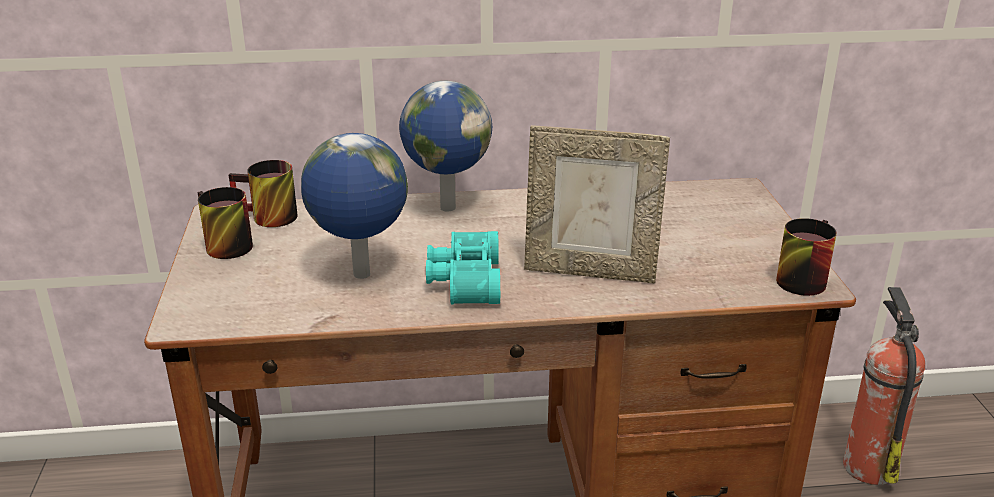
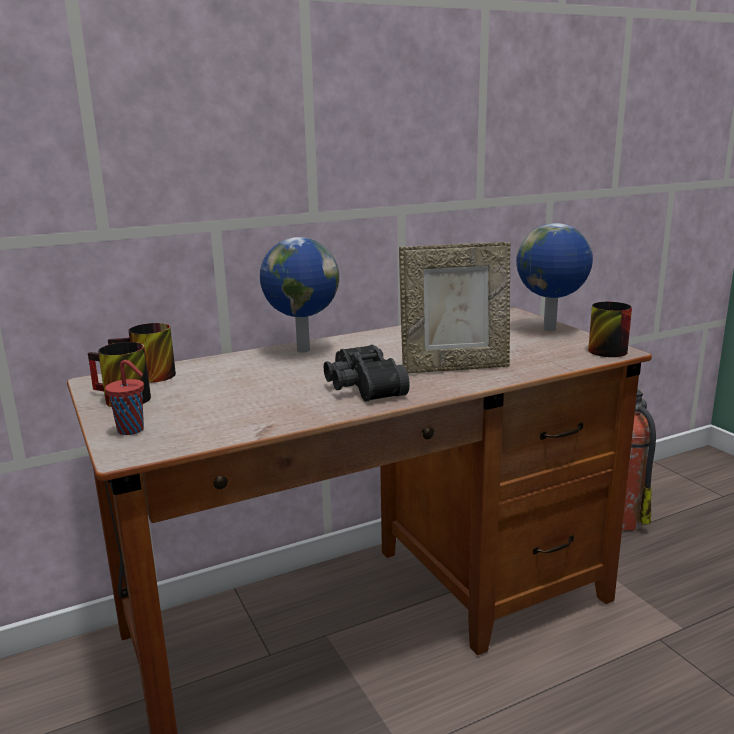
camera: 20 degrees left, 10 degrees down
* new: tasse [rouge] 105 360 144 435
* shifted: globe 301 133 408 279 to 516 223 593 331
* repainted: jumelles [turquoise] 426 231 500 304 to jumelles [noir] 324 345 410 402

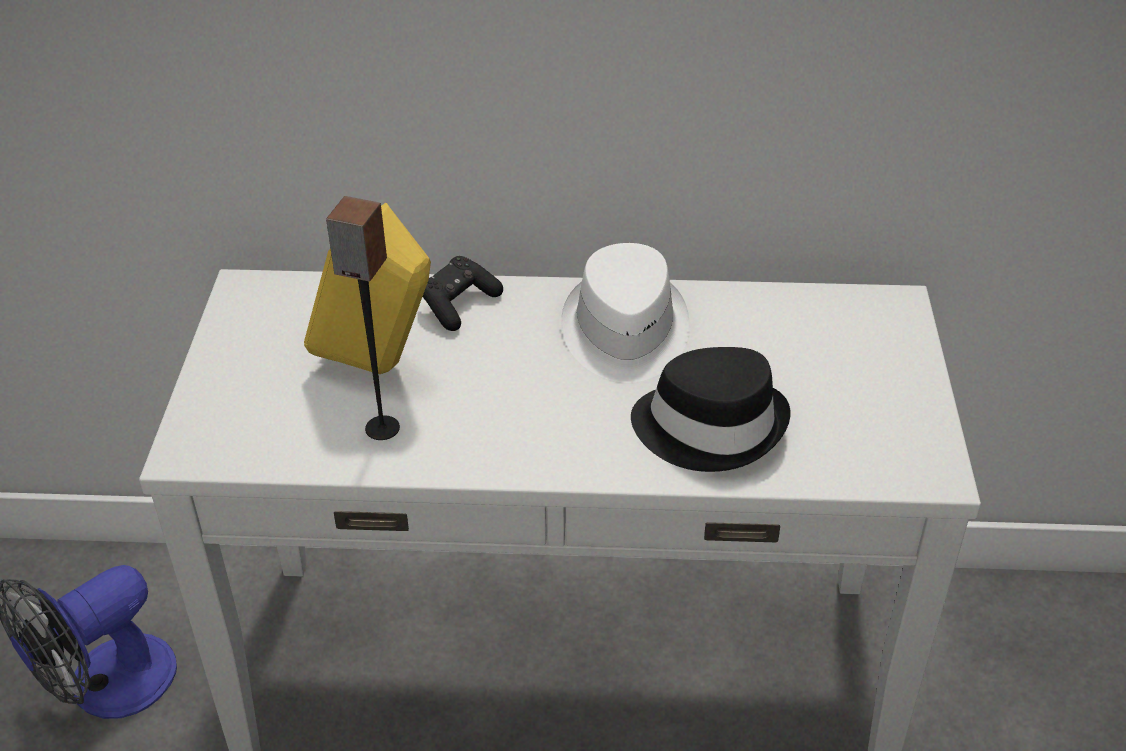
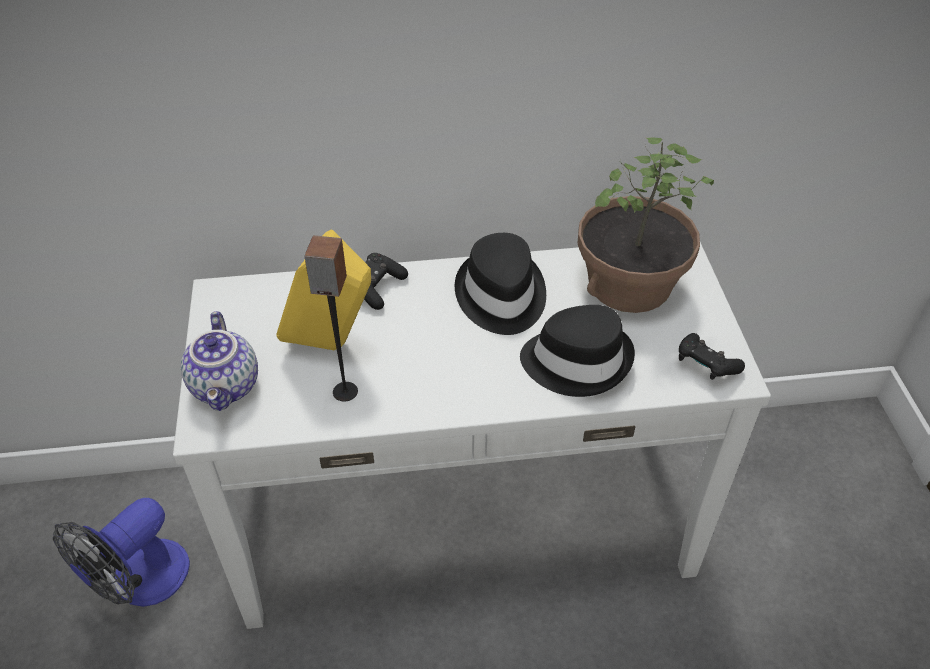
camera: 10 degrees left, 5 degrees up
* new: théière 181 311 258 411
* new: plante en pot 578 137 714 313
* new: manette [noir] 679 333 745 380
* repainted: chapeau [blanc] 561 243 689 383 to chapeau [noir] 455 233 546 335

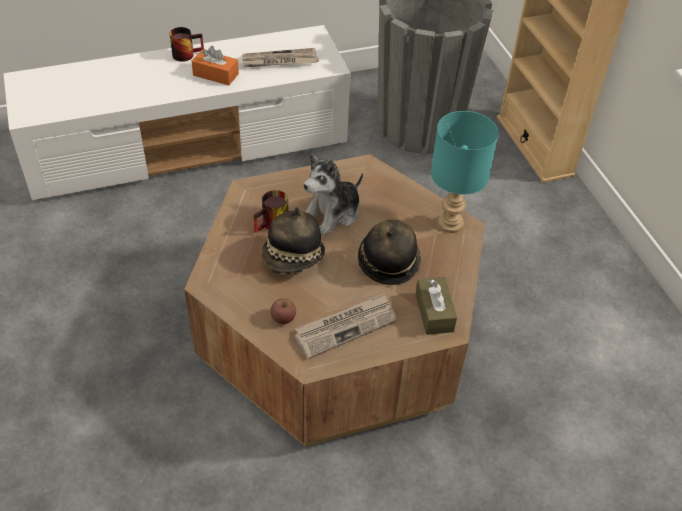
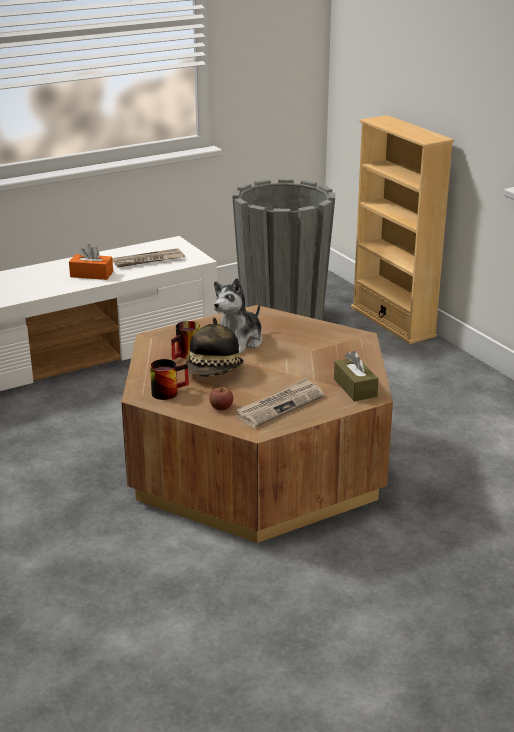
camera: 10 degrees left, 20 degrees down
* gone: chapeau 358 219 421 285
* gone: lampe de table [turquoise] 431 111 499 233
* shifted: mug 170 27 204 62 to 150 359 189 400

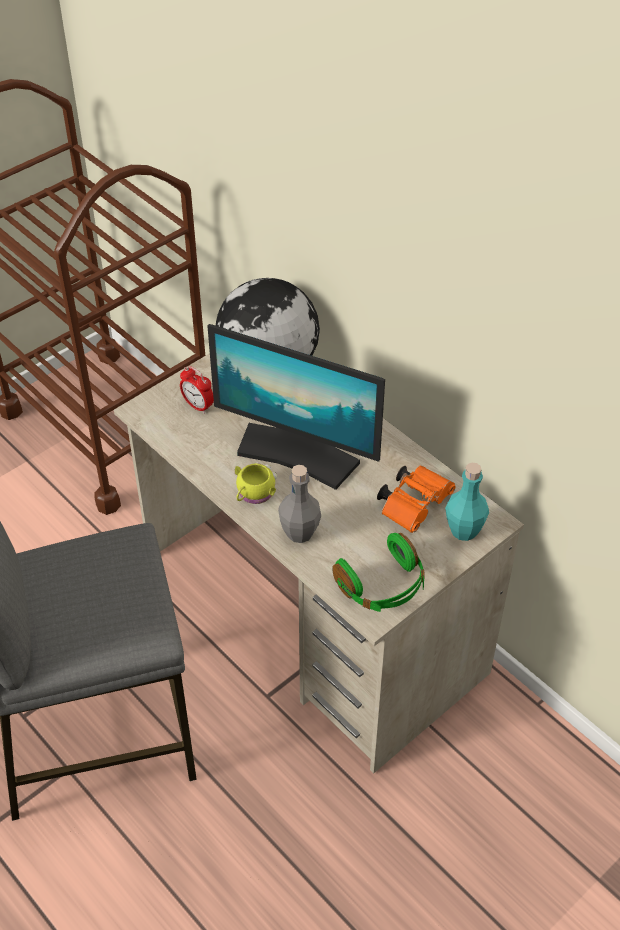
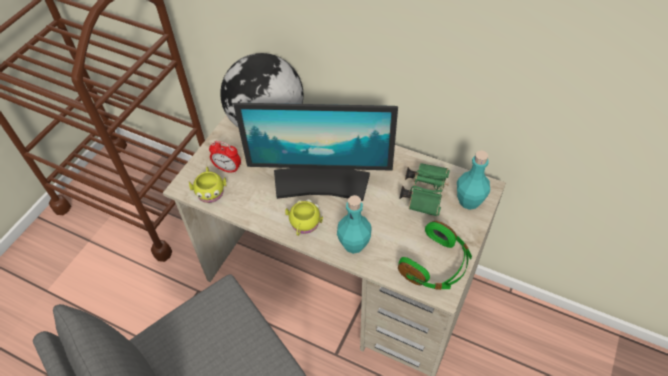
camera: 20 degrees left, 5 degrees up
* new: mug [jaune] 189 166 227 203
* repainted: bouteille [gris] 278 465 321 543 to bouteille [turquoise] 337 195 372 254
* repainted: jumelles [orange] 377 465 456 533 to jumelles [vert] 399 163 450 217

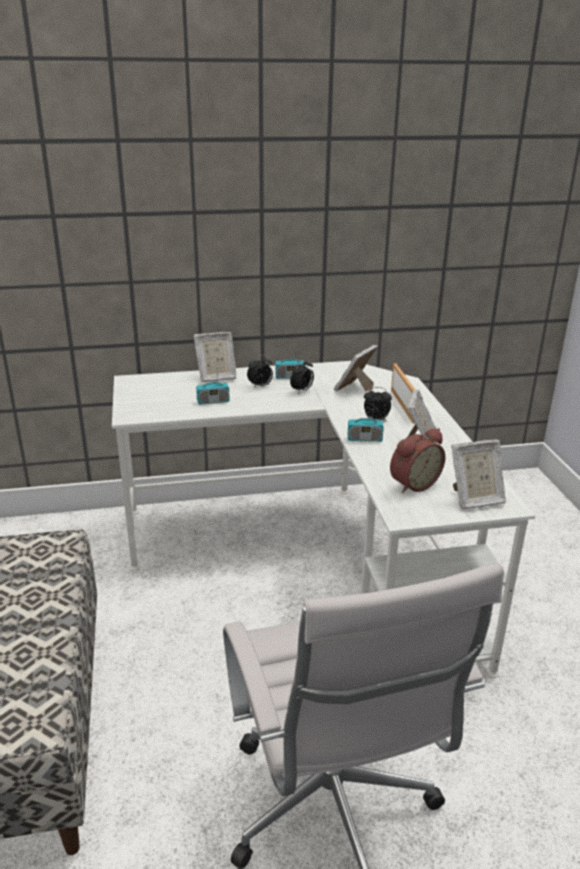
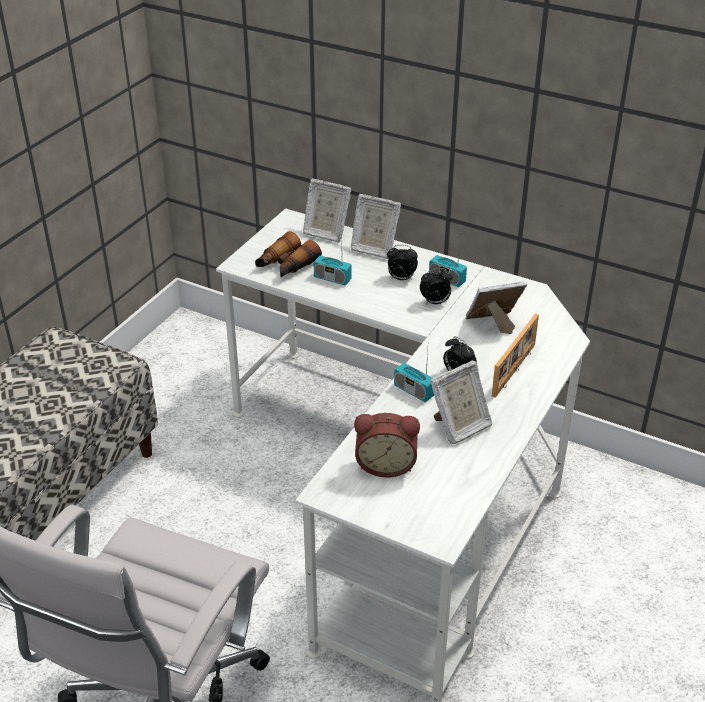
camera: 40 degrees right, 10 degrees up
* new: jumelles 255 231 322 277
* shifted: cadre photo 451 439 506 509 to 303 178 351 243

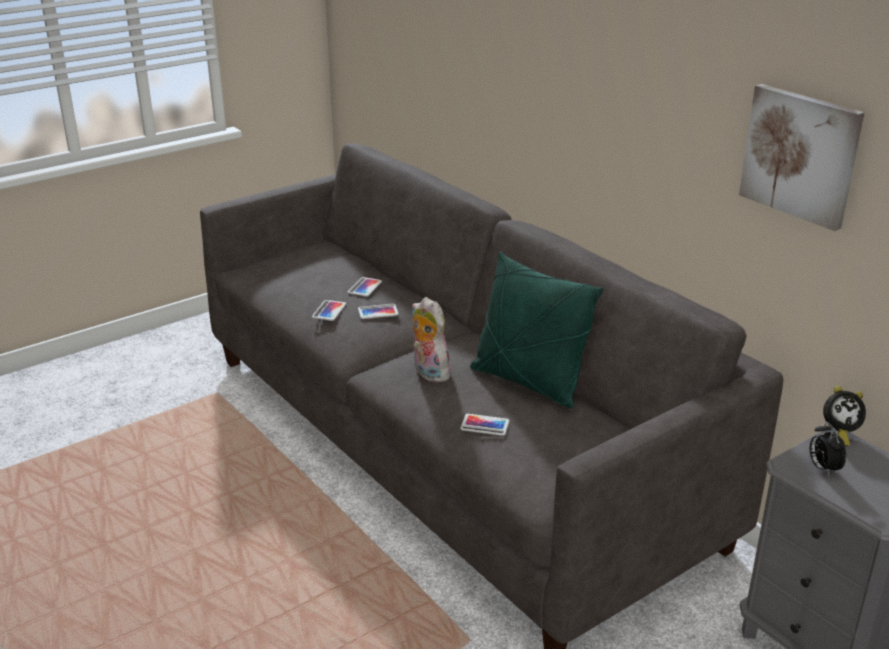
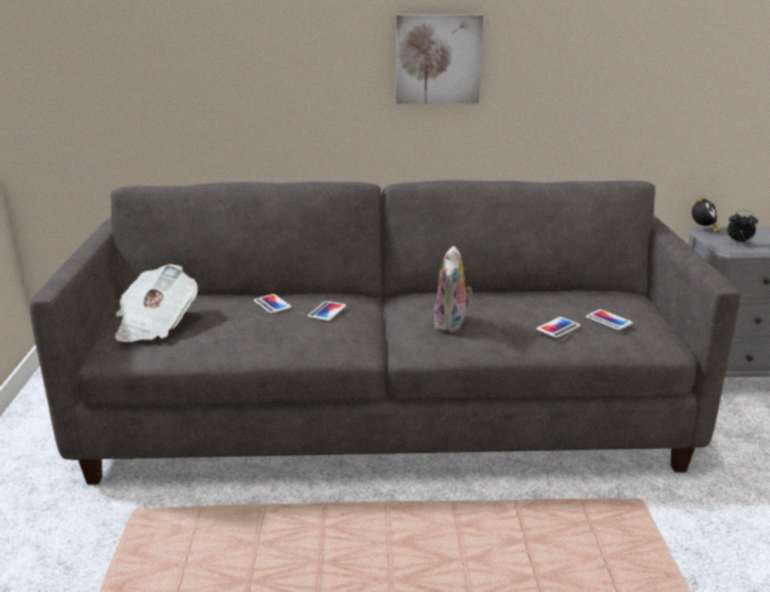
camera: 55 degrees left, 5 degrees down
* gone: coussin [vert] 470 251 604 408
* new: journal 115 264 198 342
* shifted: téléphone 312 300 346 321 to 586 309 633 330
* shifted: tableau 739 84 865 231 to 396 15 483 104
* rotated: peluche 412 297 454 382 = 434 246 472 332 75 degrees counterclockwise

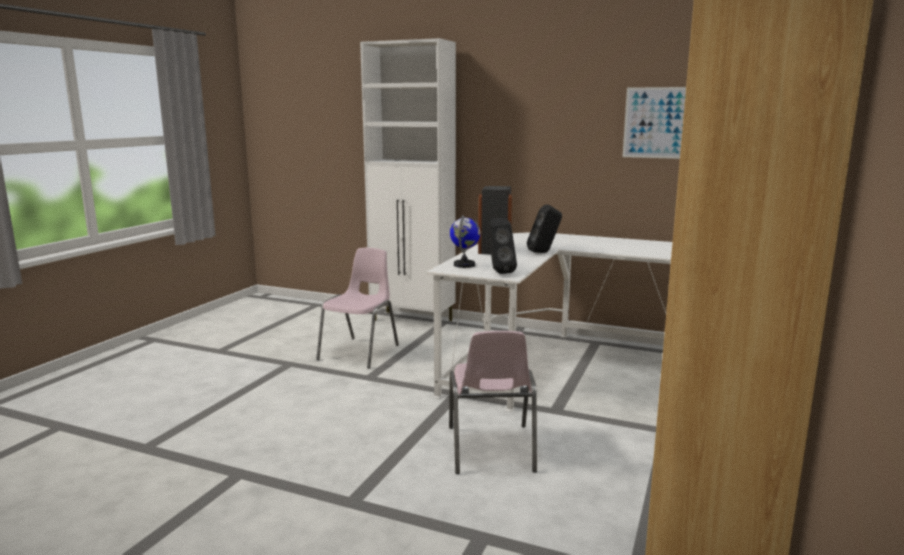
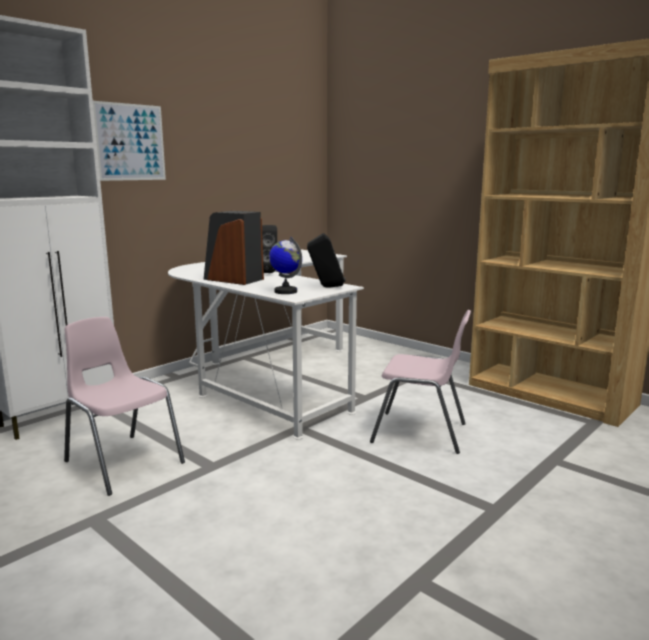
camera: 70 degrees left, 0 degrees up
* shifted: tableau 622 87 686 159 to 93 101 166 181

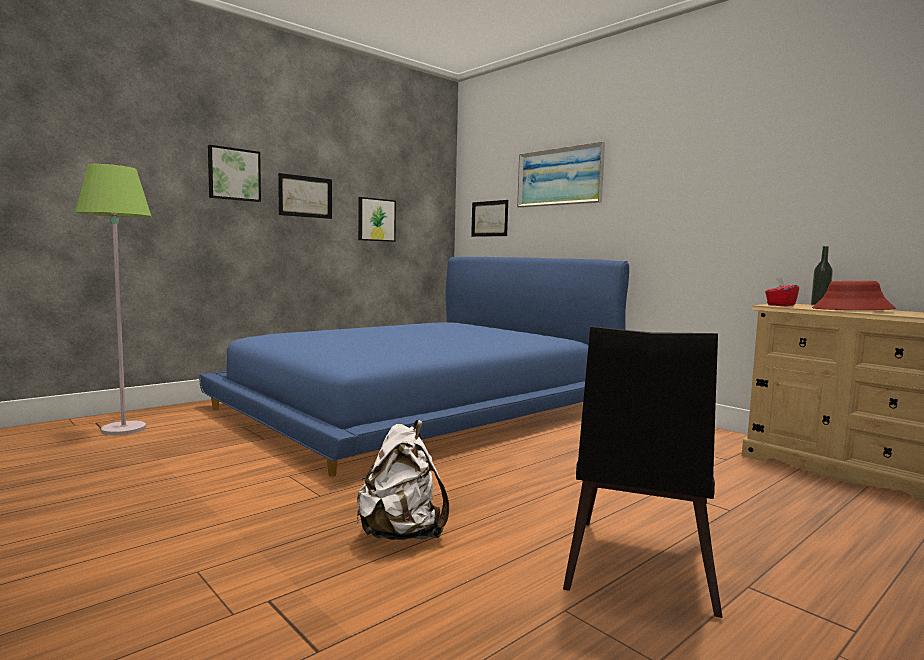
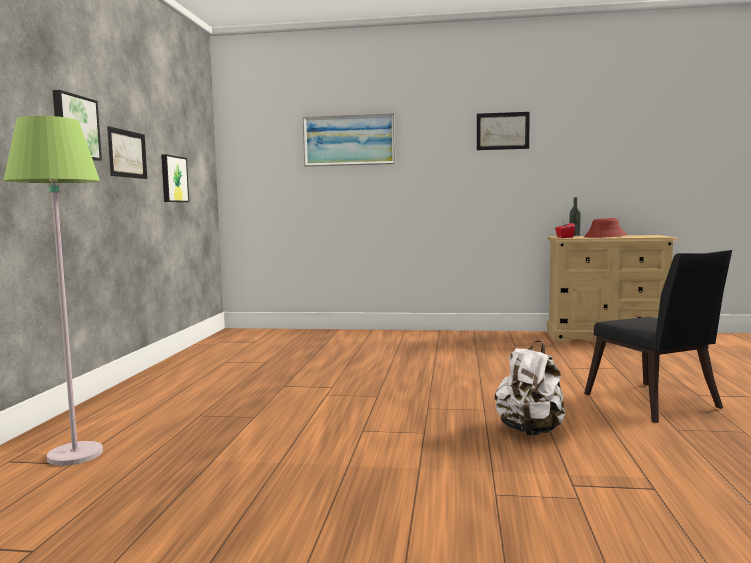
camera: 40 degrees left, 0 degrees up
* gone: lit [bleu] 199 257 629 477
* shifted: tableau 471 200 508 237 to 477 112 530 150

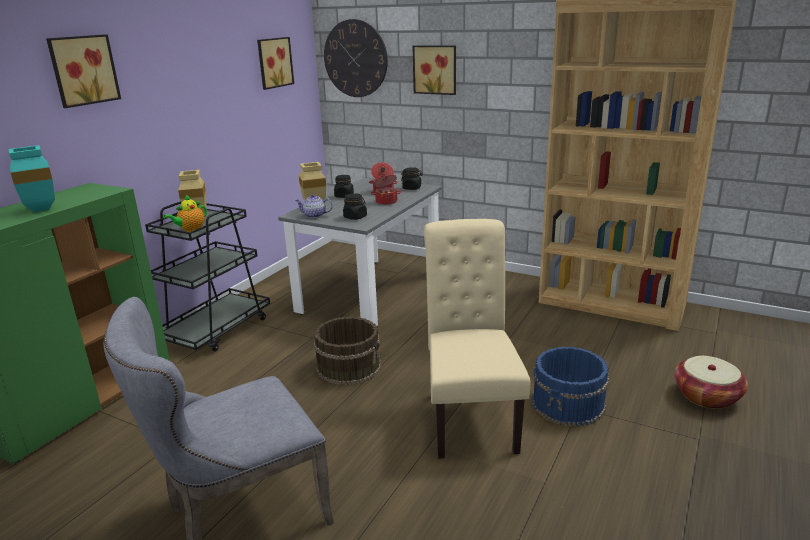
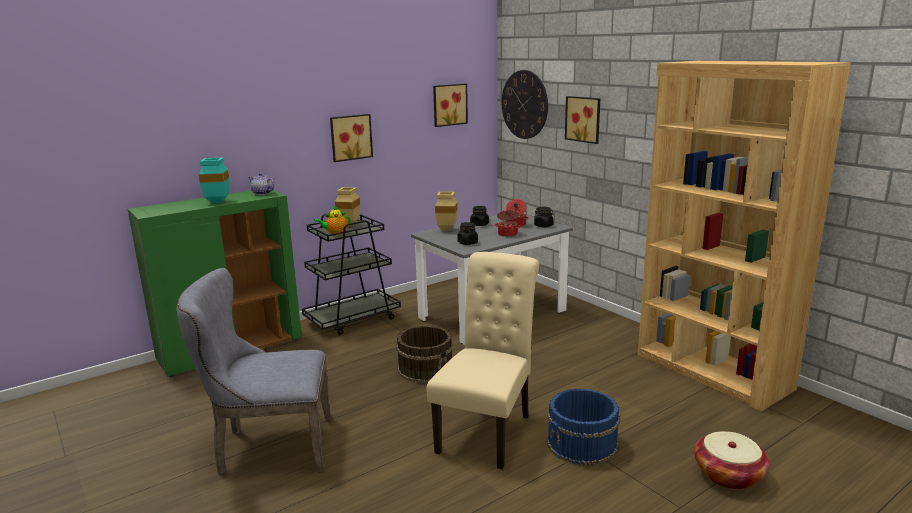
camera: 25 degrees right, 5 degrees down
* shifted: tableau 46 34 121 108 to 330 114 373 162
* shifted: théière 295 194 333 218 to 248 173 275 195

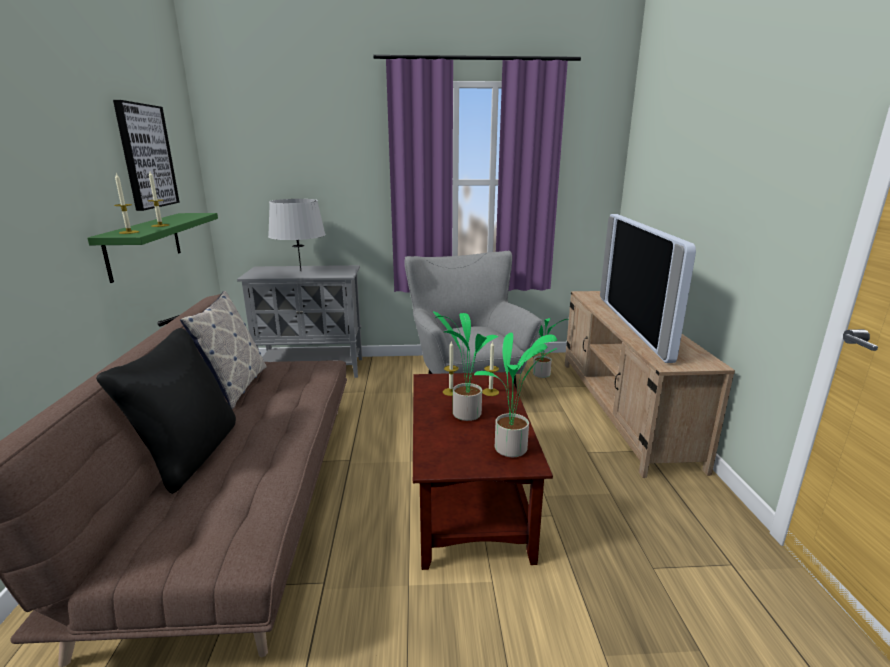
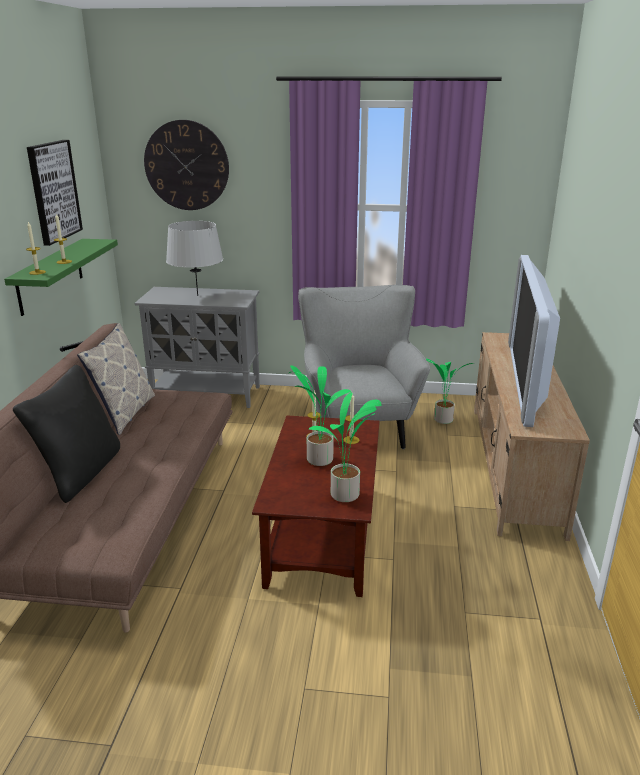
camera: 10 degrees right, 5 degrees up
* new: horloge murale 144 120 229 210

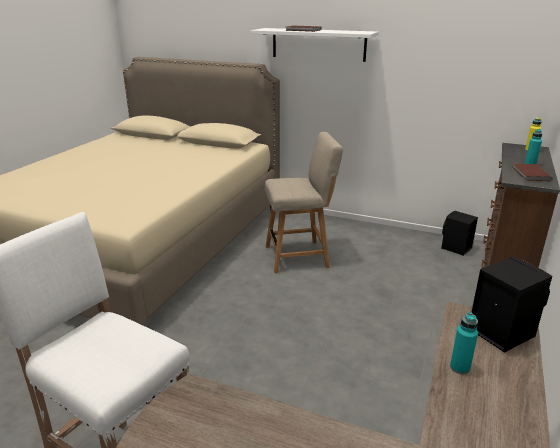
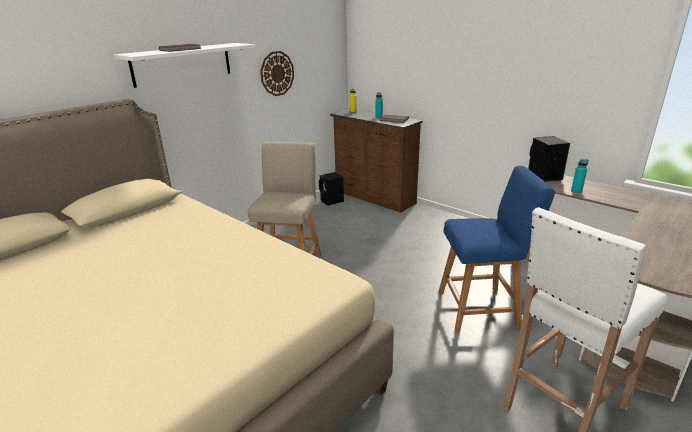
camera: 70 degrees left, 0 degrees up
* new: horloge murale 260 51 294 96
* new: chaise [bleu] 438 166 555 332

